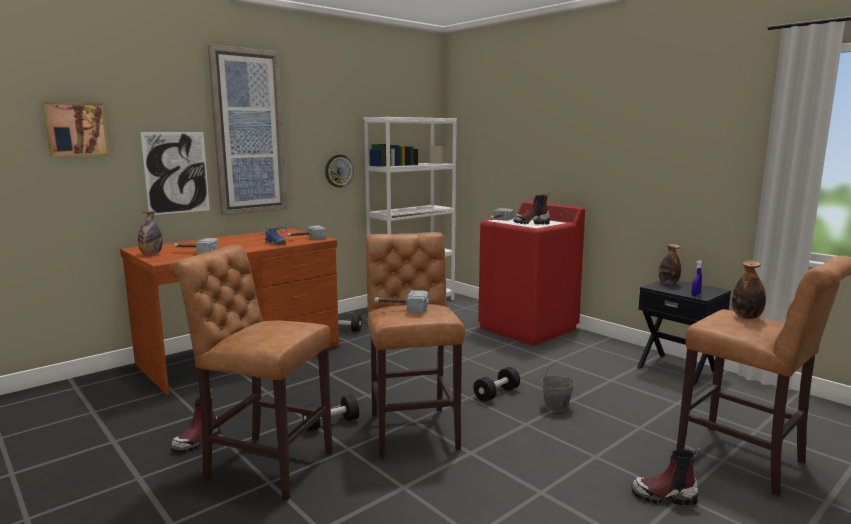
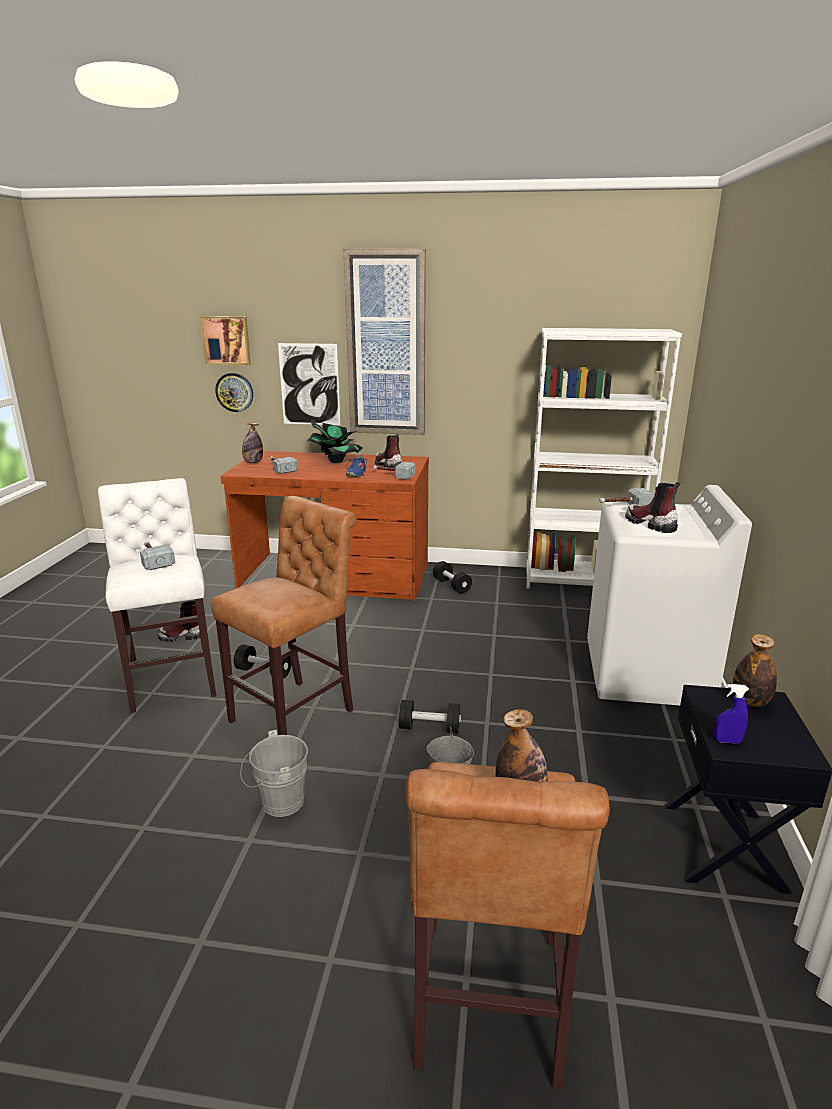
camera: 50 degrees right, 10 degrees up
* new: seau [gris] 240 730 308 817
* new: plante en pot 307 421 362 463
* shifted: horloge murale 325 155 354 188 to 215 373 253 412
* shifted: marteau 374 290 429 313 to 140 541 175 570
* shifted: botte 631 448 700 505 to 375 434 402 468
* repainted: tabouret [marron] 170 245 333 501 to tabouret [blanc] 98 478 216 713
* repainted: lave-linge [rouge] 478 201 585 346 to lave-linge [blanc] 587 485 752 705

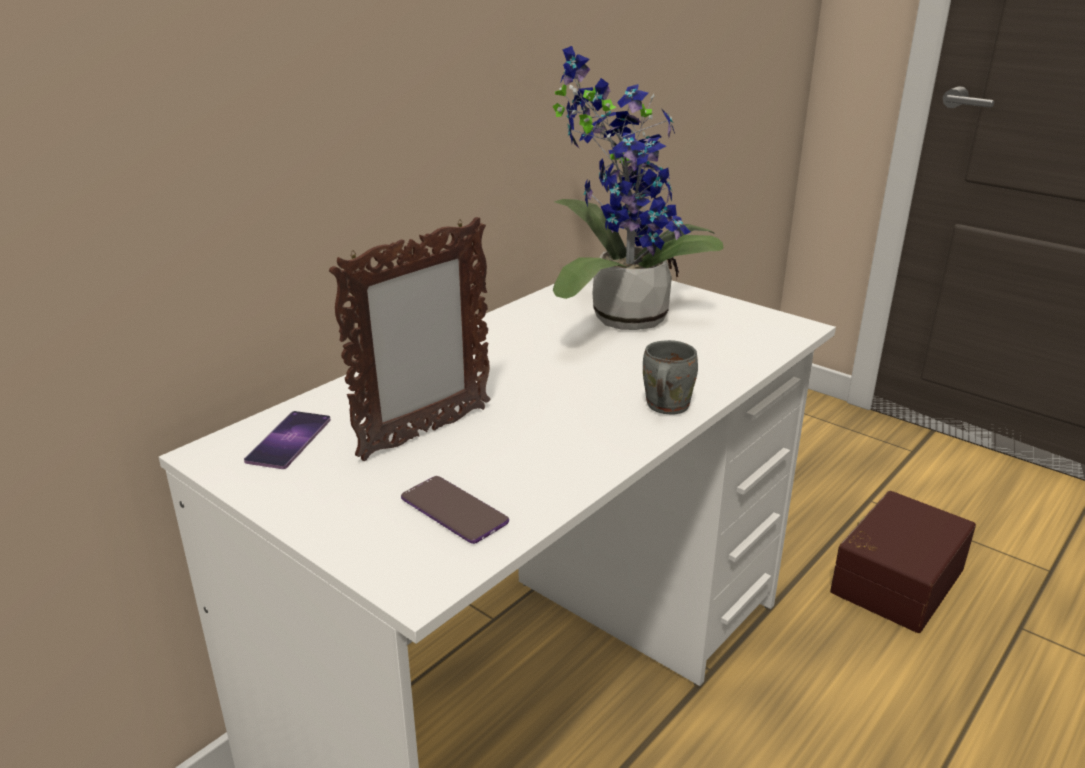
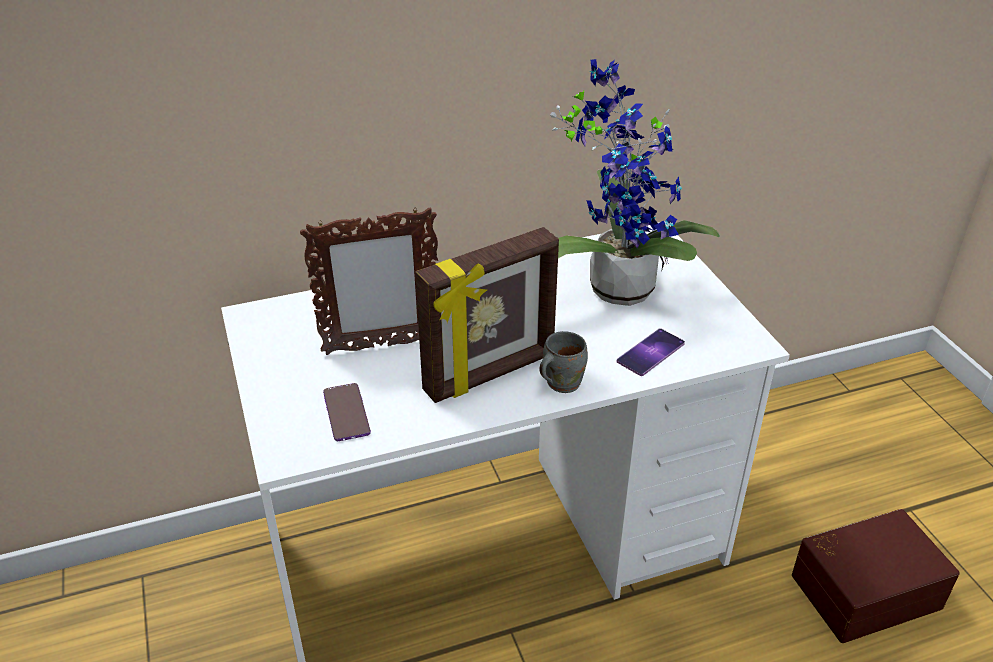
camera: 30 degrees right, 10 degrees up
* new: cadre photo 415 227 559 403
* shifted: téléphone 244 411 331 469 to 617 328 685 376

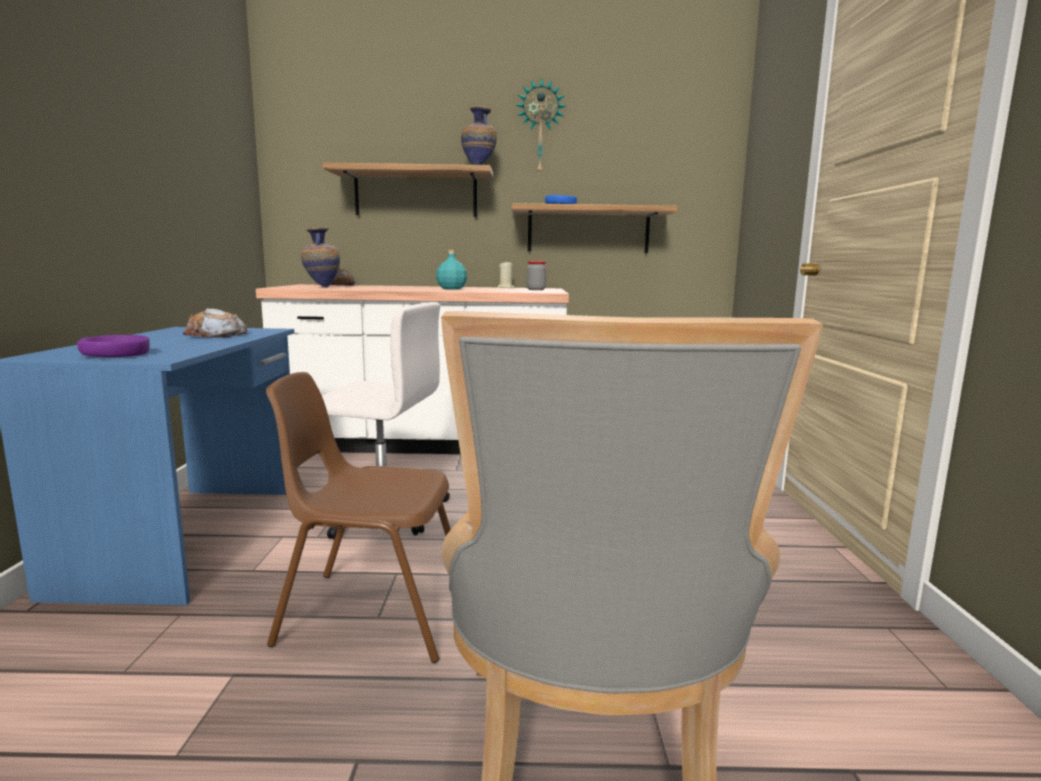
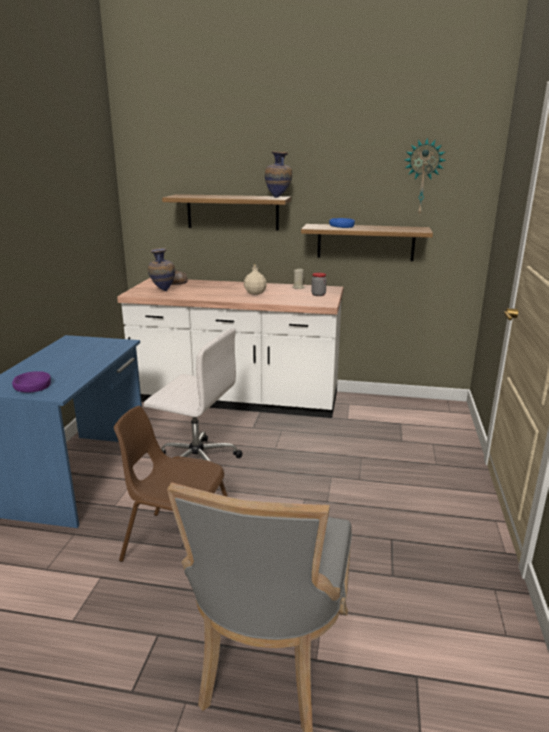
camera: 10 degrees right, 10 degrees up
* gone: pain 183 308 247 338
* shifted: horloge murale 516 79 566 176 to 405 138 446 216
* repainted: bouteille [turquoise] 436 250 467 289 to bouteille [beige] 244 265 267 295

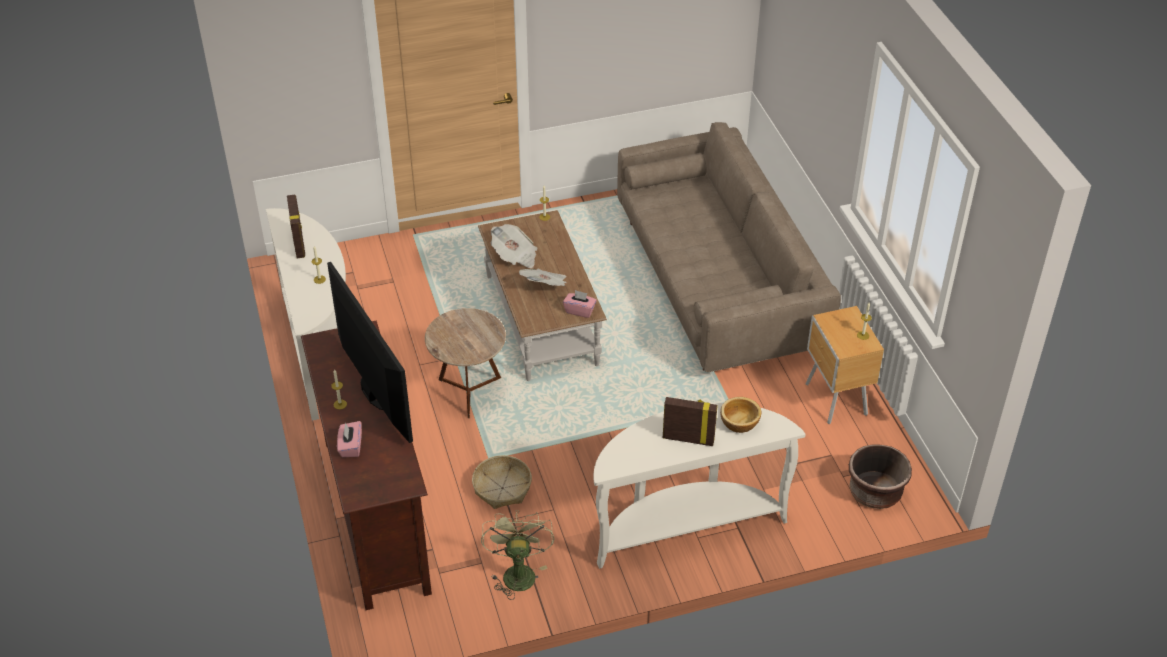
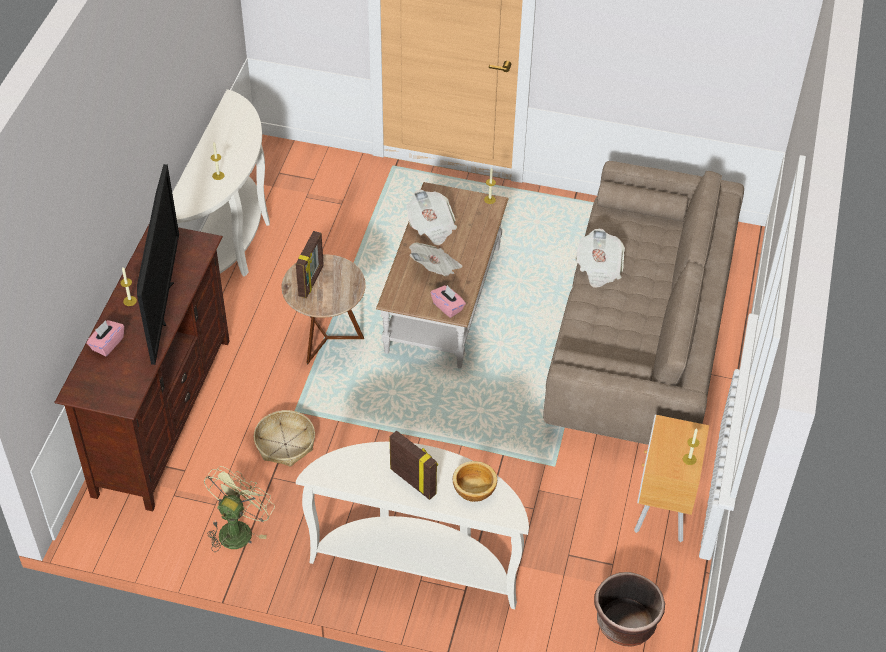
camera: 30 degrees right, 5 degrees up
* new: journal 575 229 625 288
* shifted: cadre photo 287 195 305 258 to 296 231 324 298

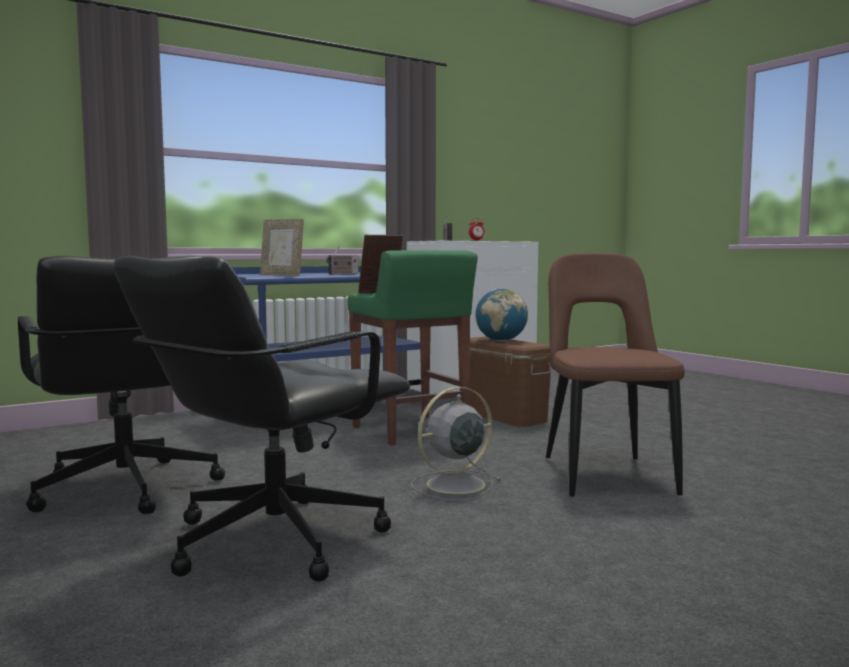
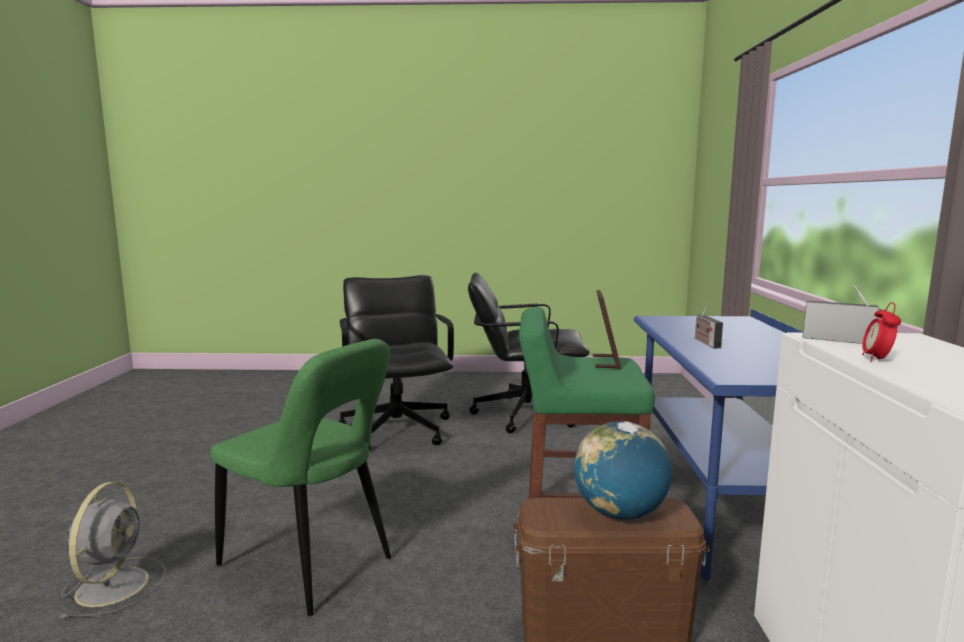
camera: 125 degrees right, 5 degrees up
* gone: cadre photo 260 219 304 276
* shifted: ventilateur [gris] 411 387 502 501 to 61 482 166 619
* repainted: chaise [marron] 546 253 685 496 to chaise [vert] 211 339 391 616

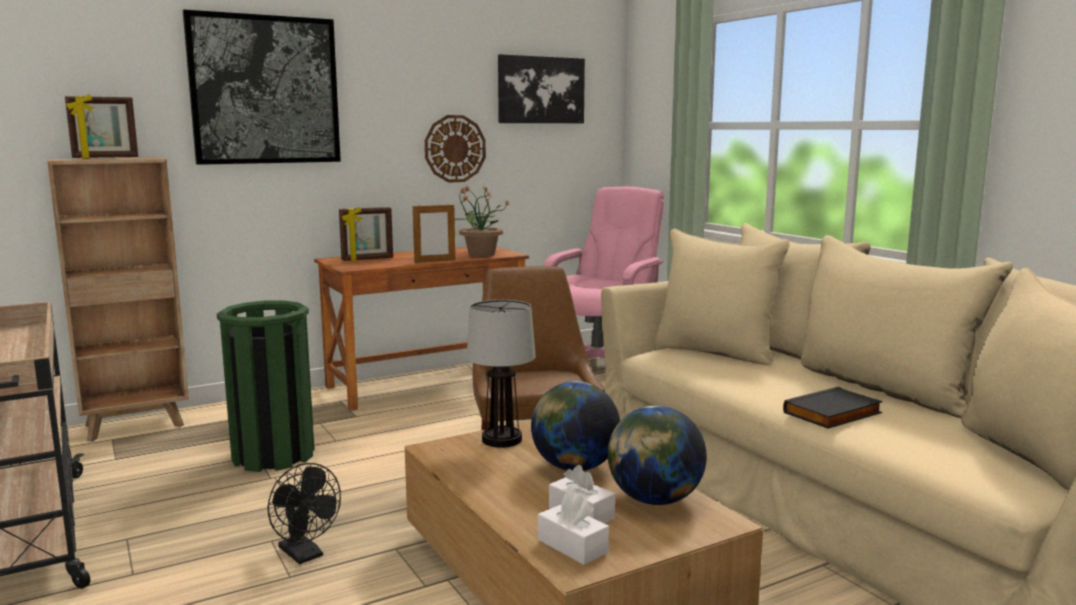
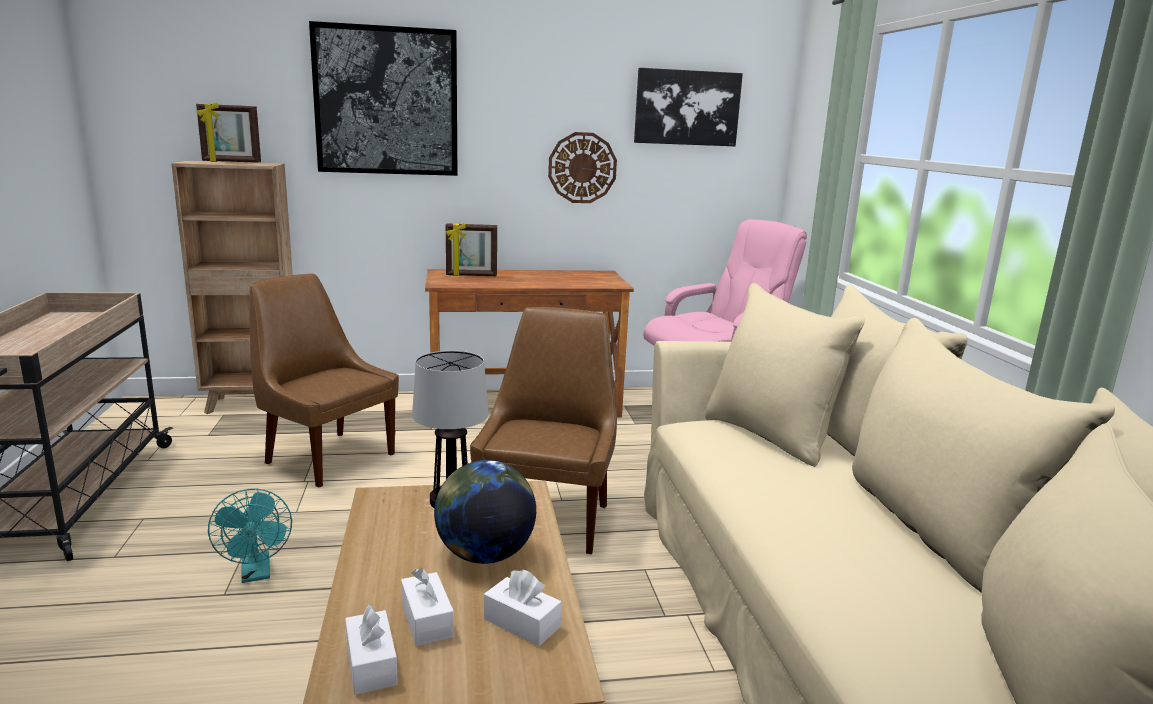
camera: 20 degrees right, 5 degrees up
* gone: cadre photo 413 204 455 263
* gone: plante en pot 455 186 509 257
* gone: livre [noir] 783 387 883 429
* swapped: poubelle [vert] 217 300 315 472 to chaise [marron] 249 274 399 488
* swapped: globe 608 406 707 505 to boîte à mouchoirs [blanc] 484 570 562 646
* repainted: ventilateur [noir] 267 463 341 564 to ventilateur [turquoise] 208 488 292 583

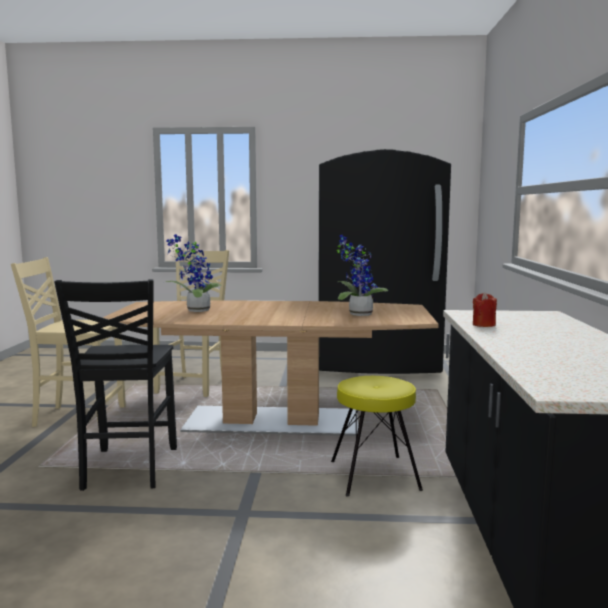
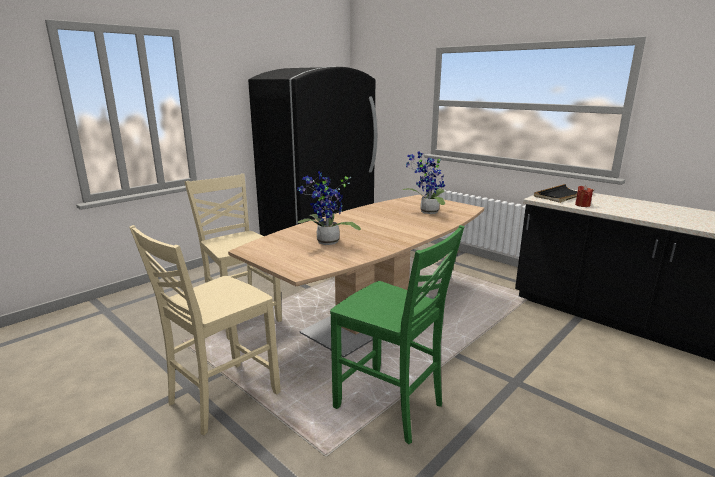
camera: 50 degrees left, 10 degrees up
* gone: tabouret [jaune] 331 376 423 497
* new: plateau [noir] 534 184 594 203
* repainted: chaise [noir] 54 279 177 491 to chaise [vert] 330 225 464 444

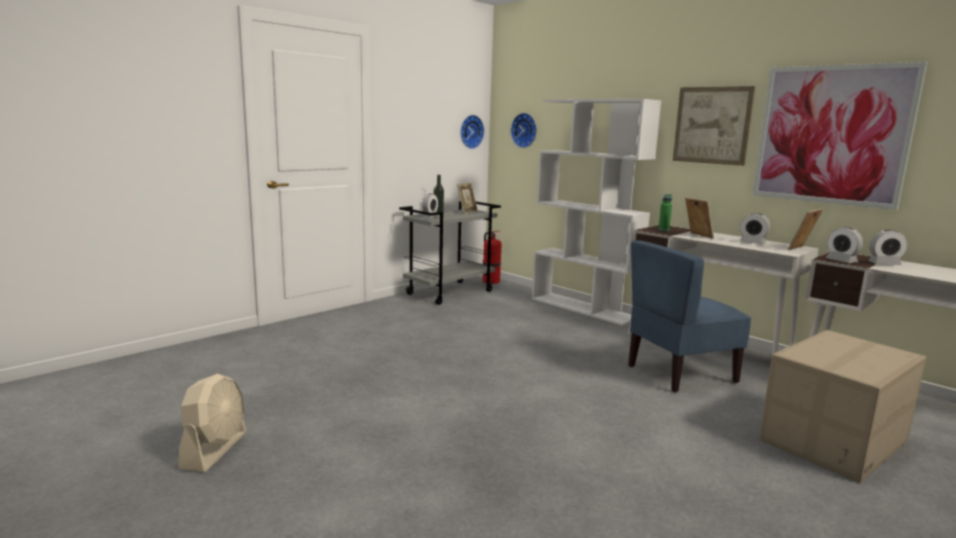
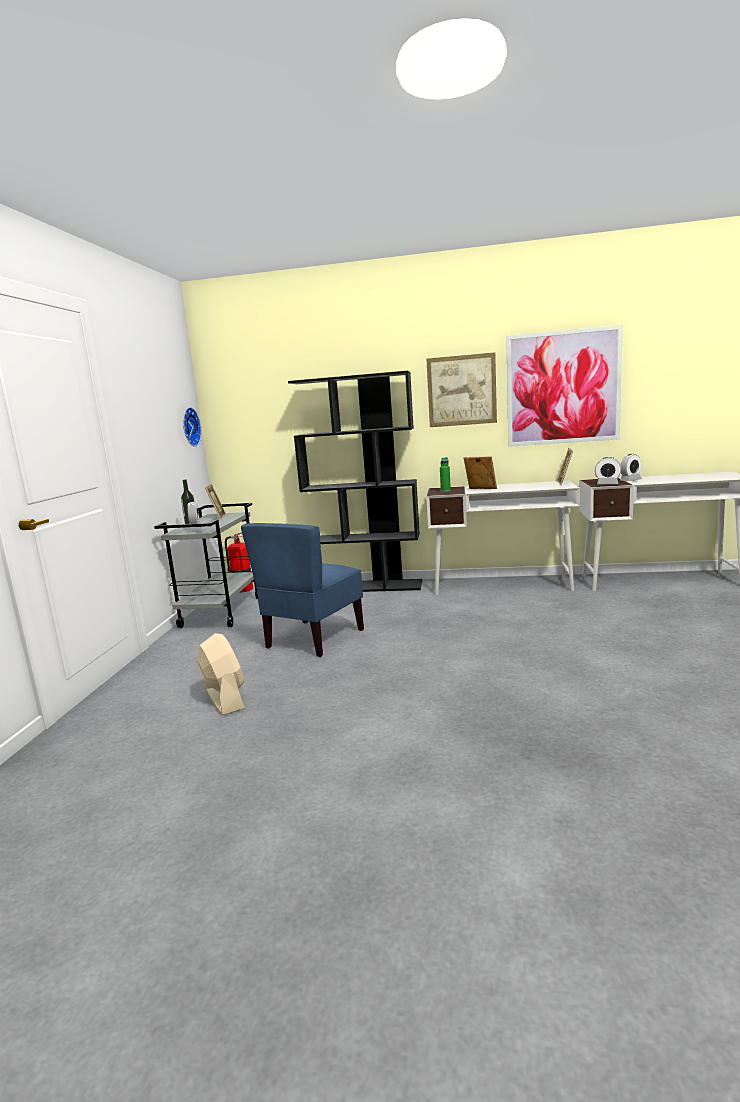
camera: 35 degrees left, 0 degrees up
* gone: horloge murale 511 113 537 148
* gone: réveil 740 213 770 244
* gone: carton 759 330 926 483
* shifted: ventilateur [beige] 179 373 246 472 to 197 633 245 715
* shifted: chaise [bleu] 628 240 751 393 to 241 523 364 657
* repainted: bibliothèque [blanc] 532 99 661 326 to bibliothèque [noir] 288 371 422 592

